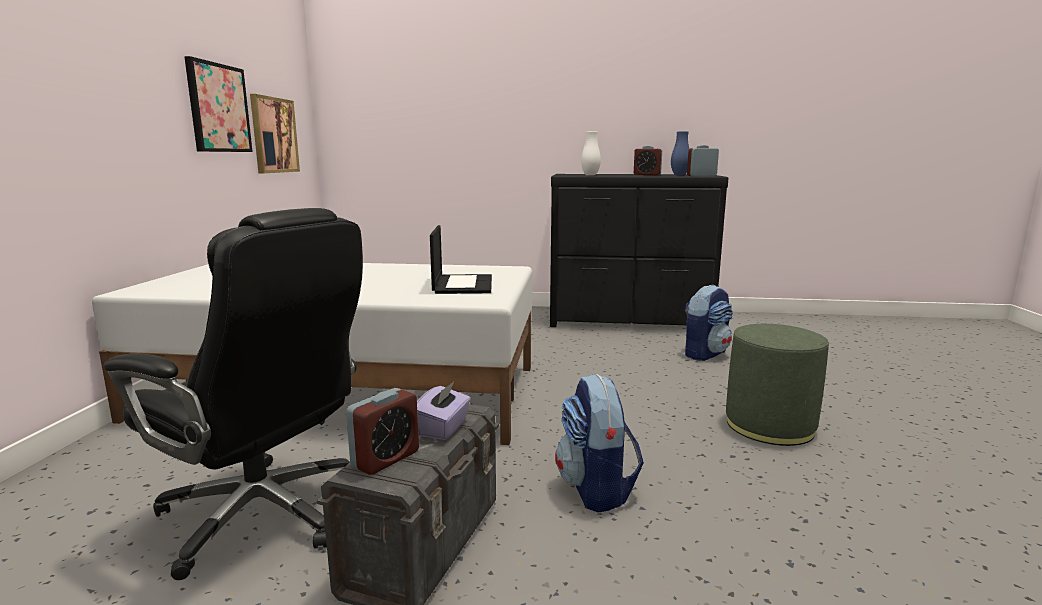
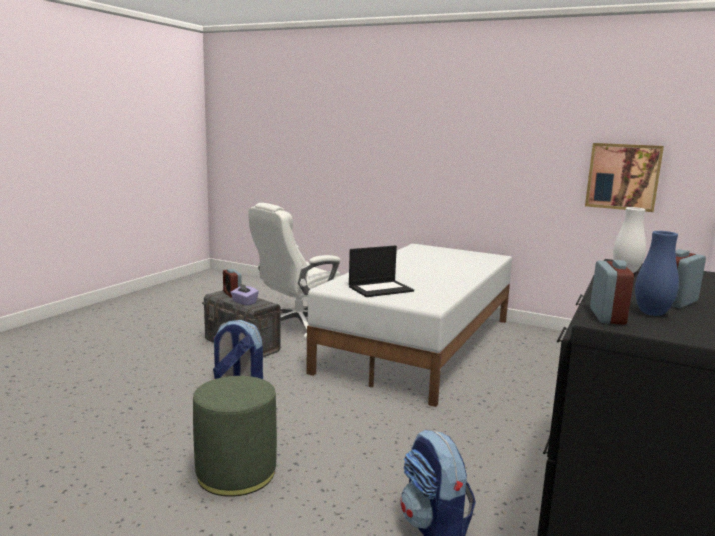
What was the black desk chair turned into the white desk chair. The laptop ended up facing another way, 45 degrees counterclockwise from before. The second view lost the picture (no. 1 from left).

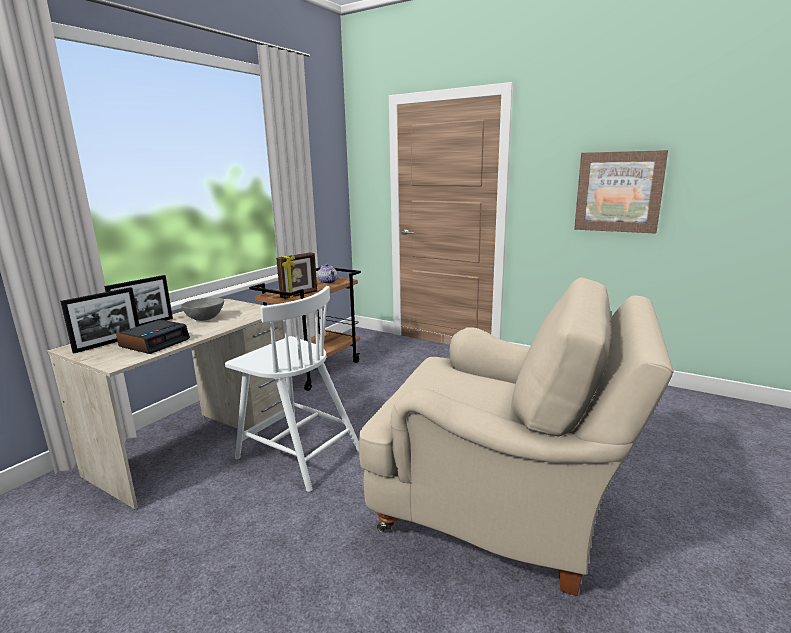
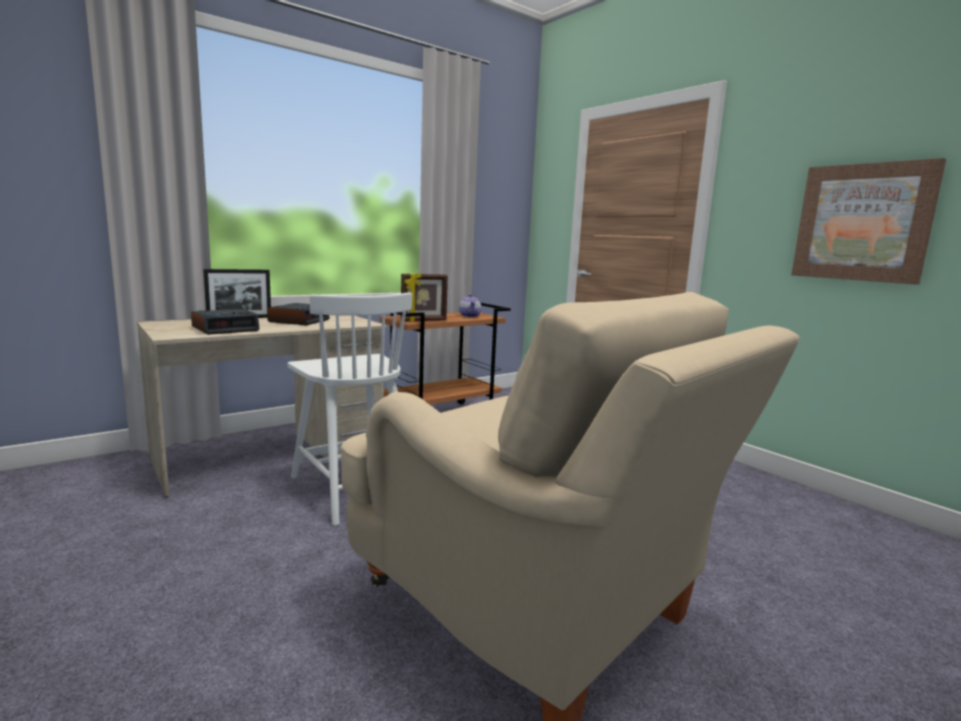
Where the grey deep dish stood, the bedside clock (no. 2 from left) came to stand. The second view lost the picture frame (no. 1 from left).

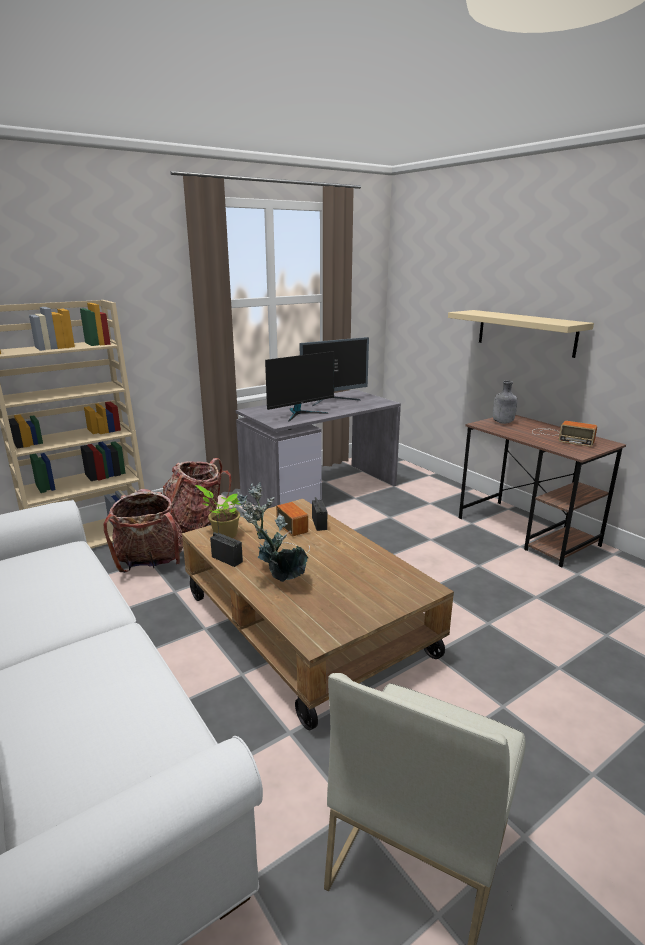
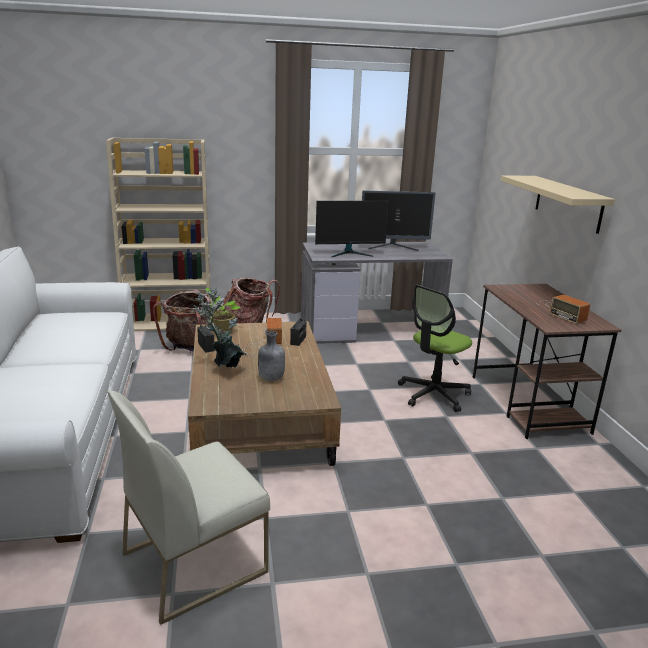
The grey bottle ended up elsewhere. The second view gained the desk chair.

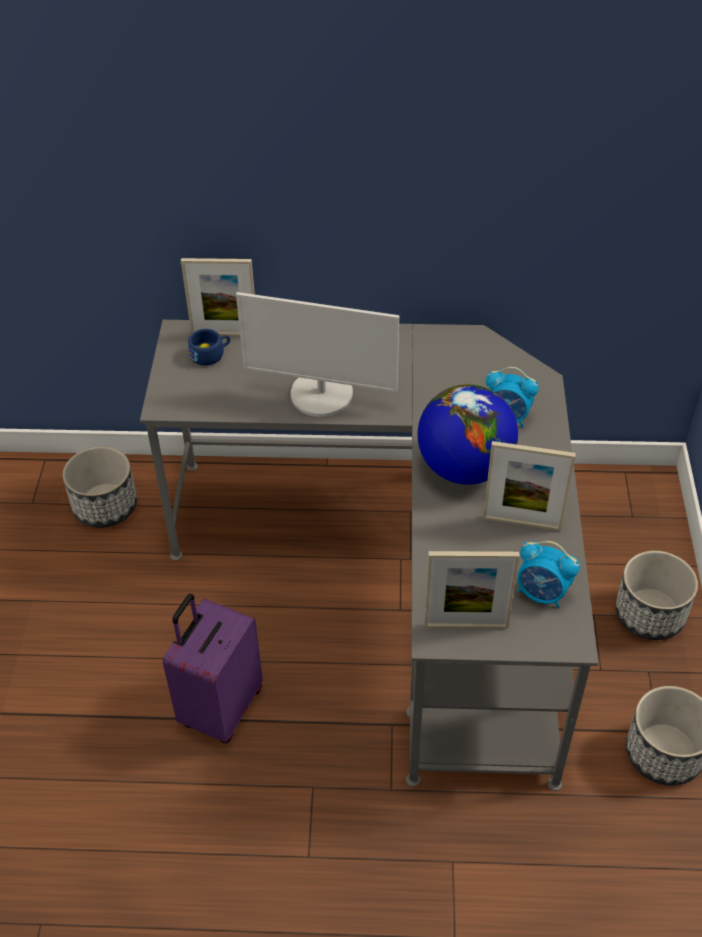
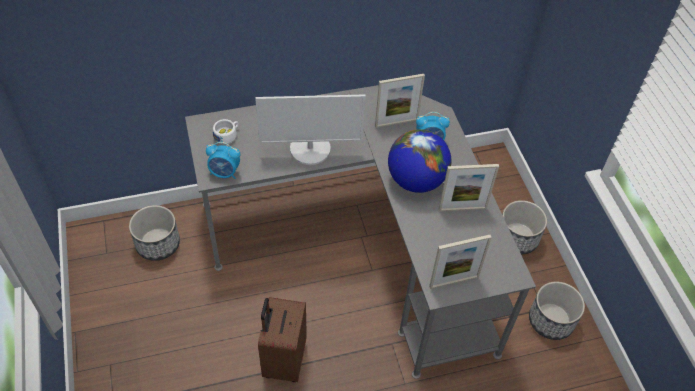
The bedside clock (no. 2 from left in the first image) ended up elsewhere. What was the bluish small cup turned into the white small cup. What was the purple suitcase turned into the brown-coloured suitcase. The picture frame (no. 1 from left) ended up elsewhere.

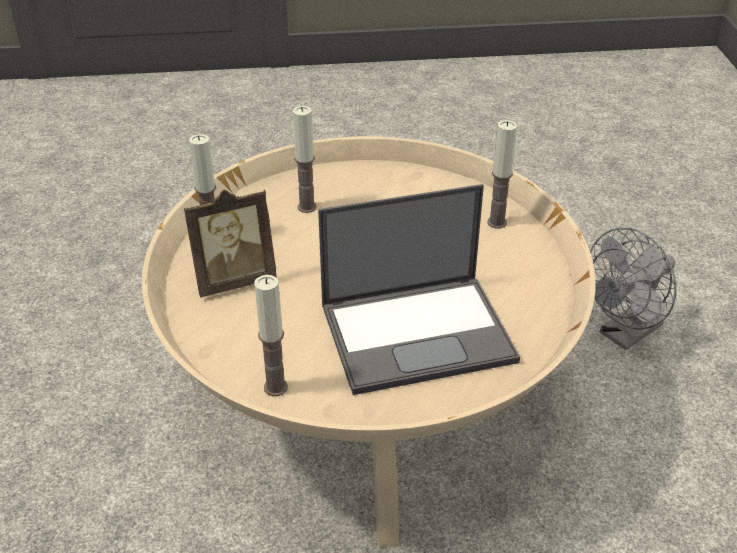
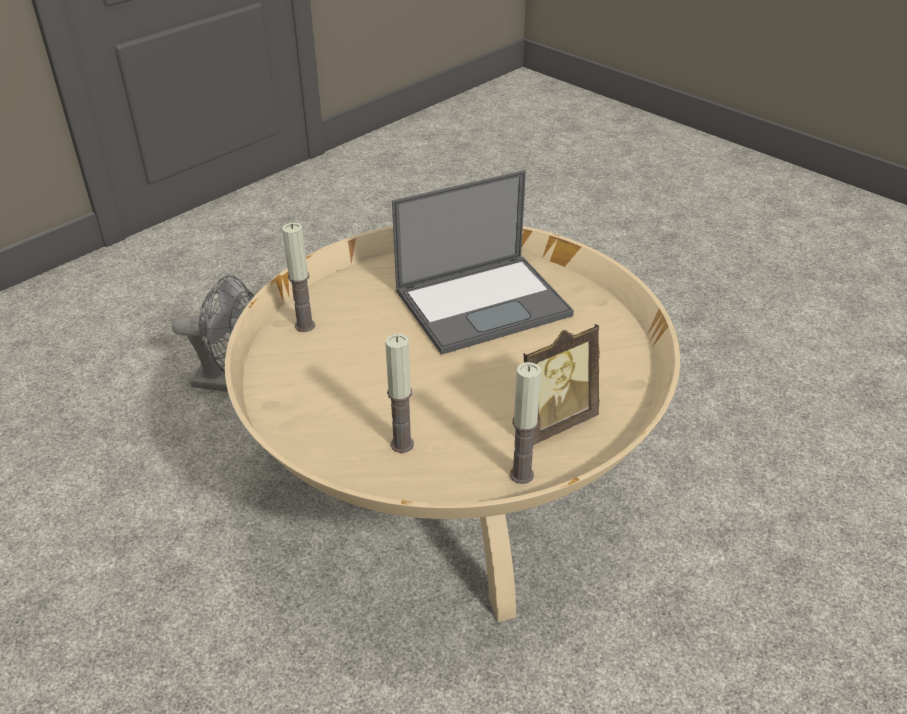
The laptop ended up facing another way, 120 degrees clockwise from before. The picture frame ended up facing another way, 120 degrees clockwise from before. The second view lost the wax light (no. 2 from left).

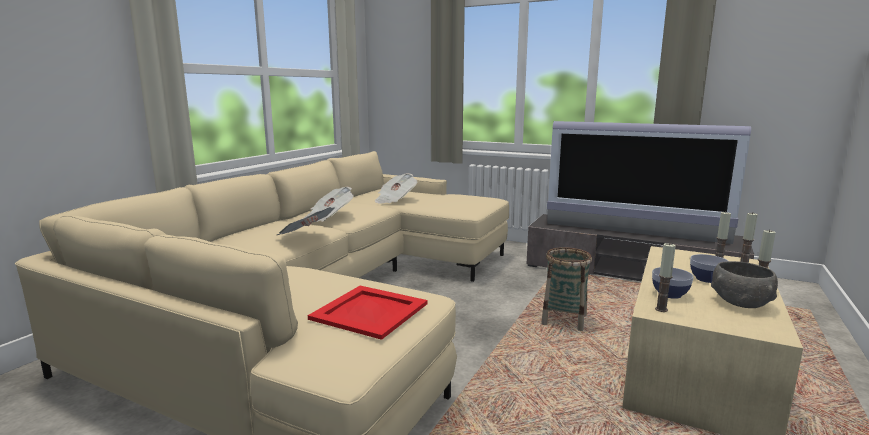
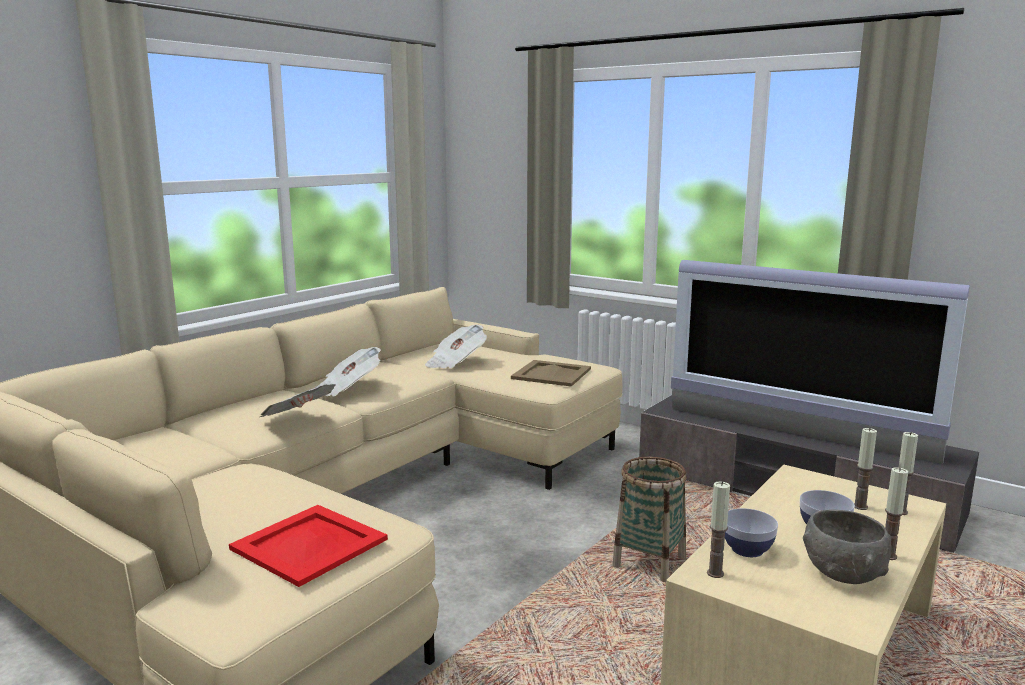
The second view gained the beige-coloured tray.

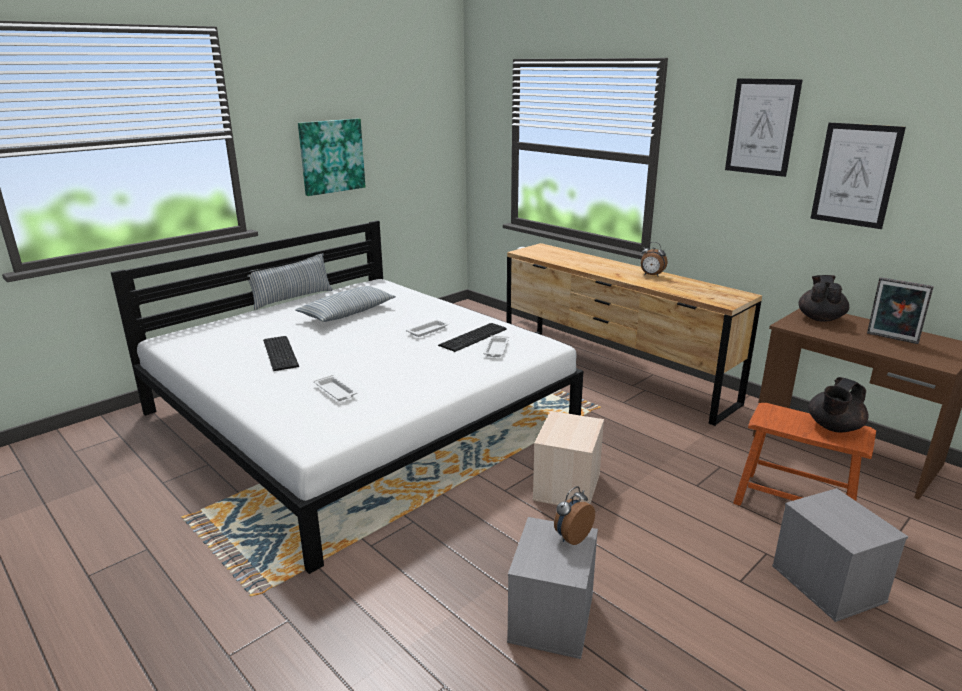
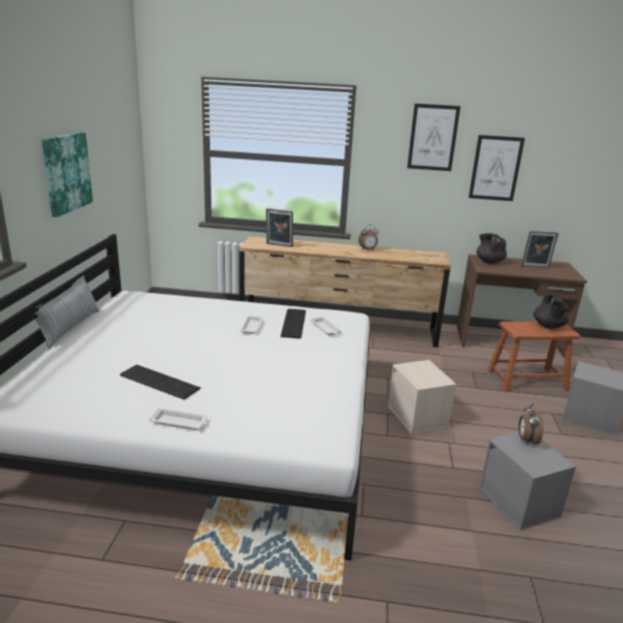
The white tray (no. 1 from left) ended up elsewhere. The second view gained the picture frame (no. 1 from left). The second view lost the pillow (no. 2 from left).

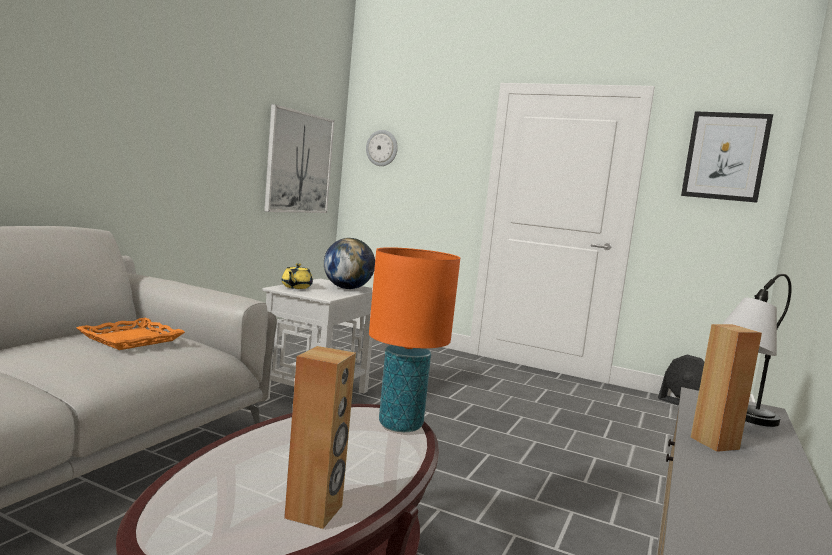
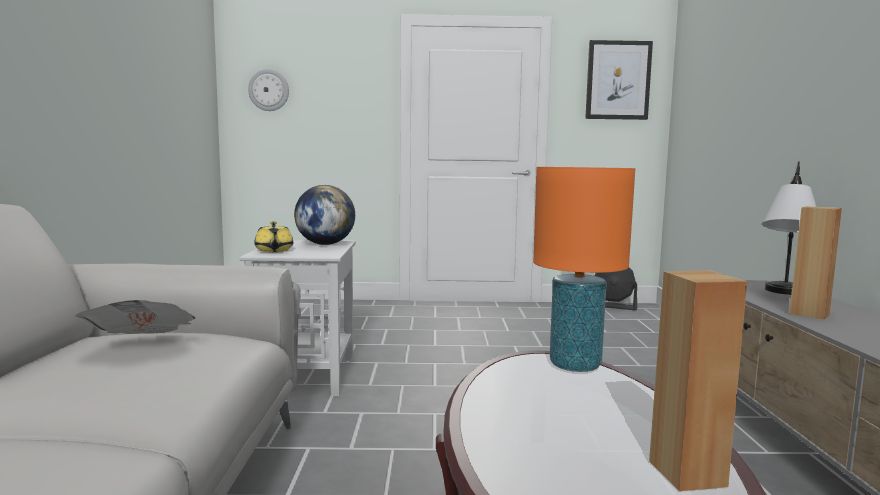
Where the orange tray stood, the newspaper came to stand. The second view lost the picture (no. 1 from left).

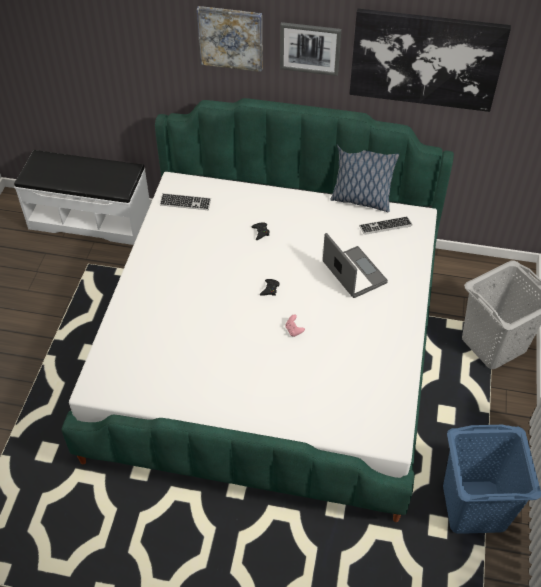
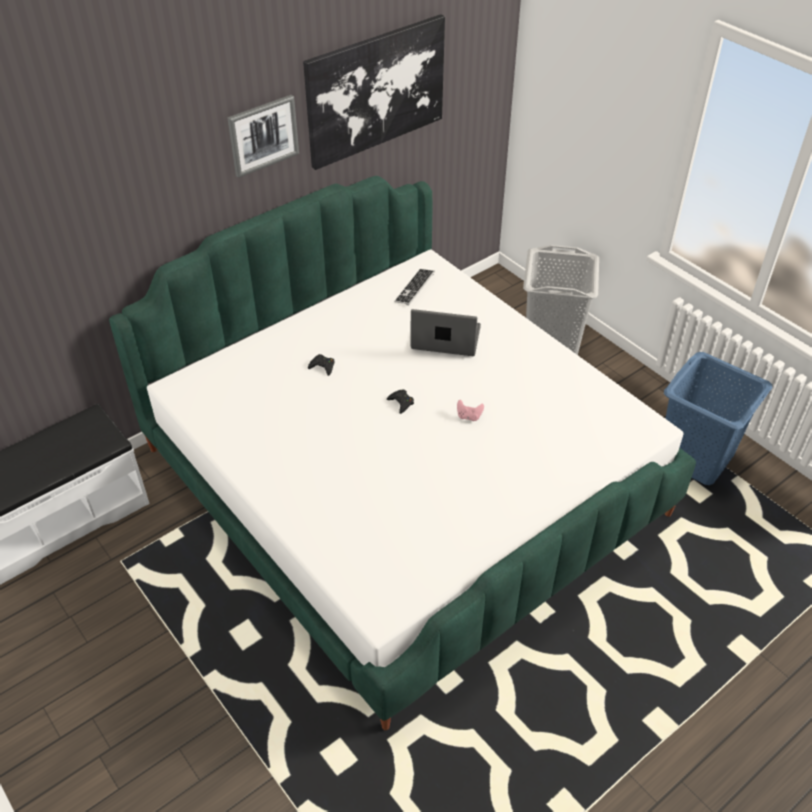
The second view lost the computer keyboard (no. 1 from left). The second view lost the picture (no. 1 from left). The second view lost the pillow.

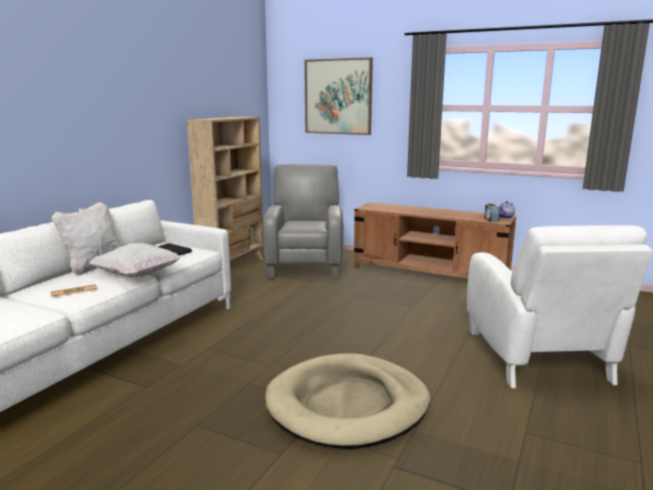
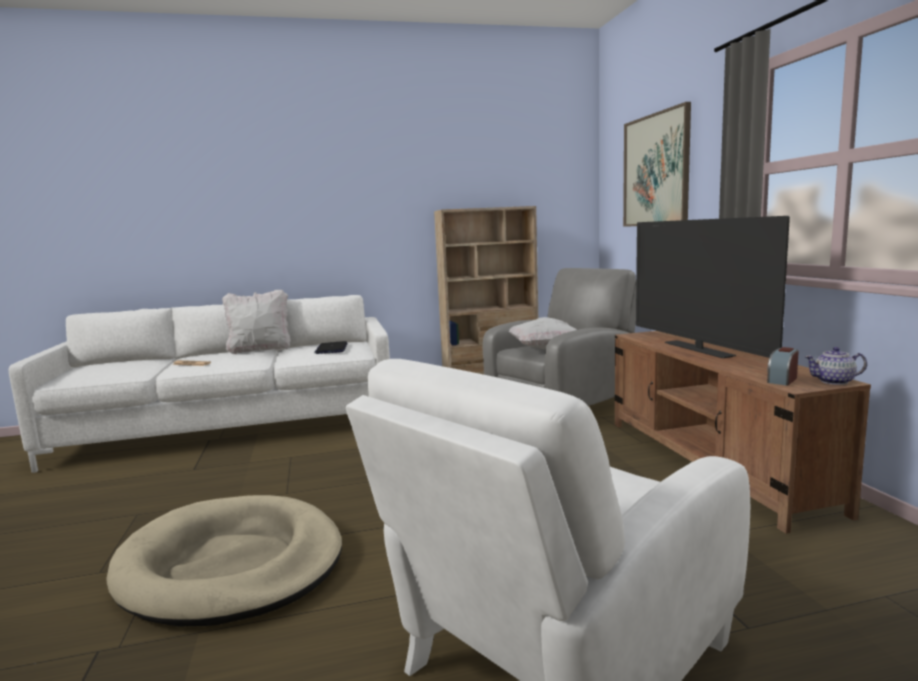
The white pillow (no. 2 from left) ended up elsewhere. The second view gained the TV.

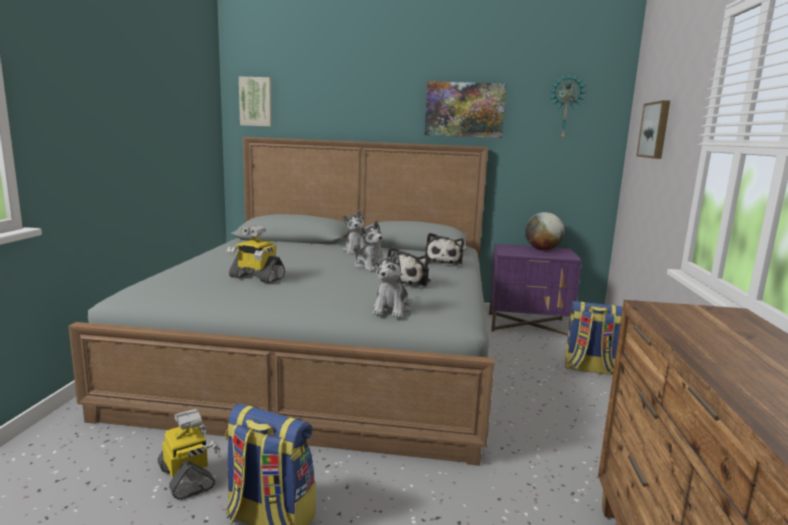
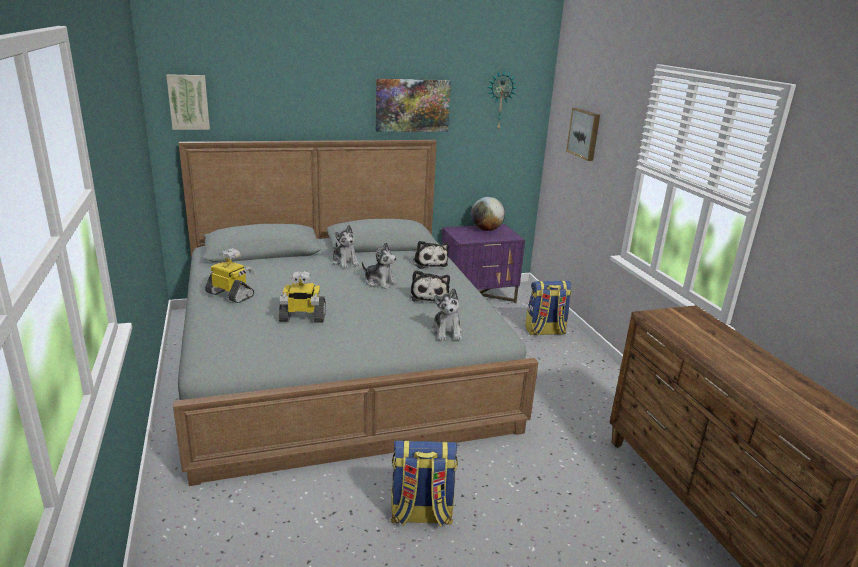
The model robot (no. 1 from left) ended up elsewhere.

